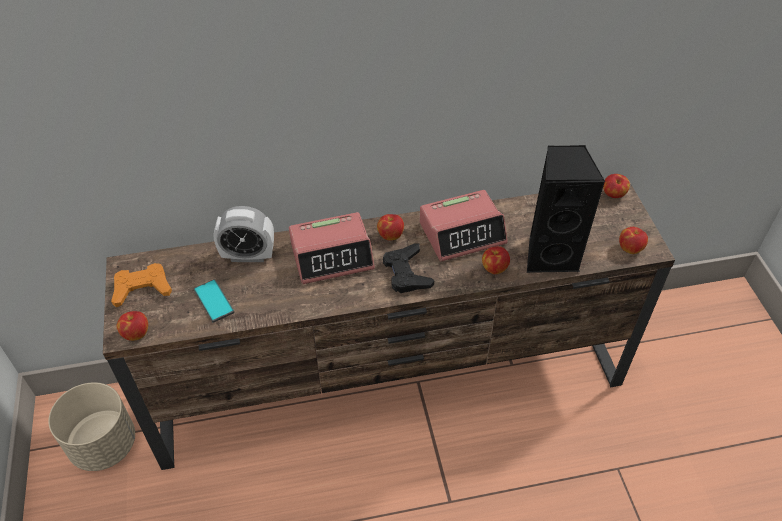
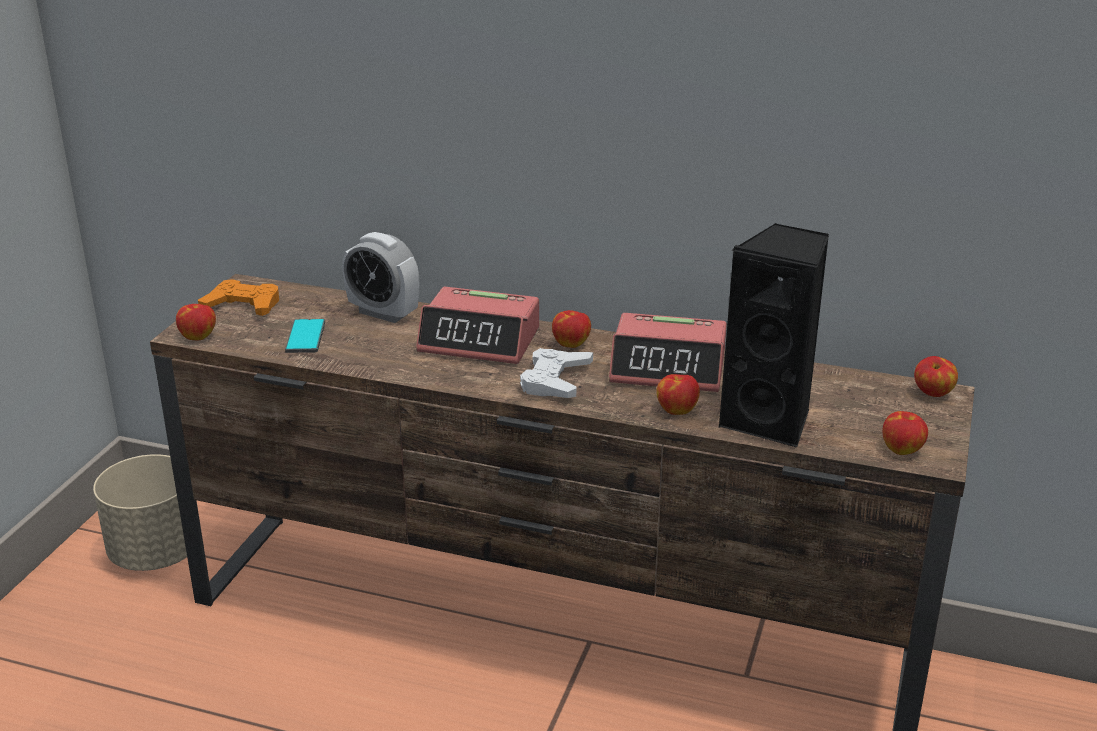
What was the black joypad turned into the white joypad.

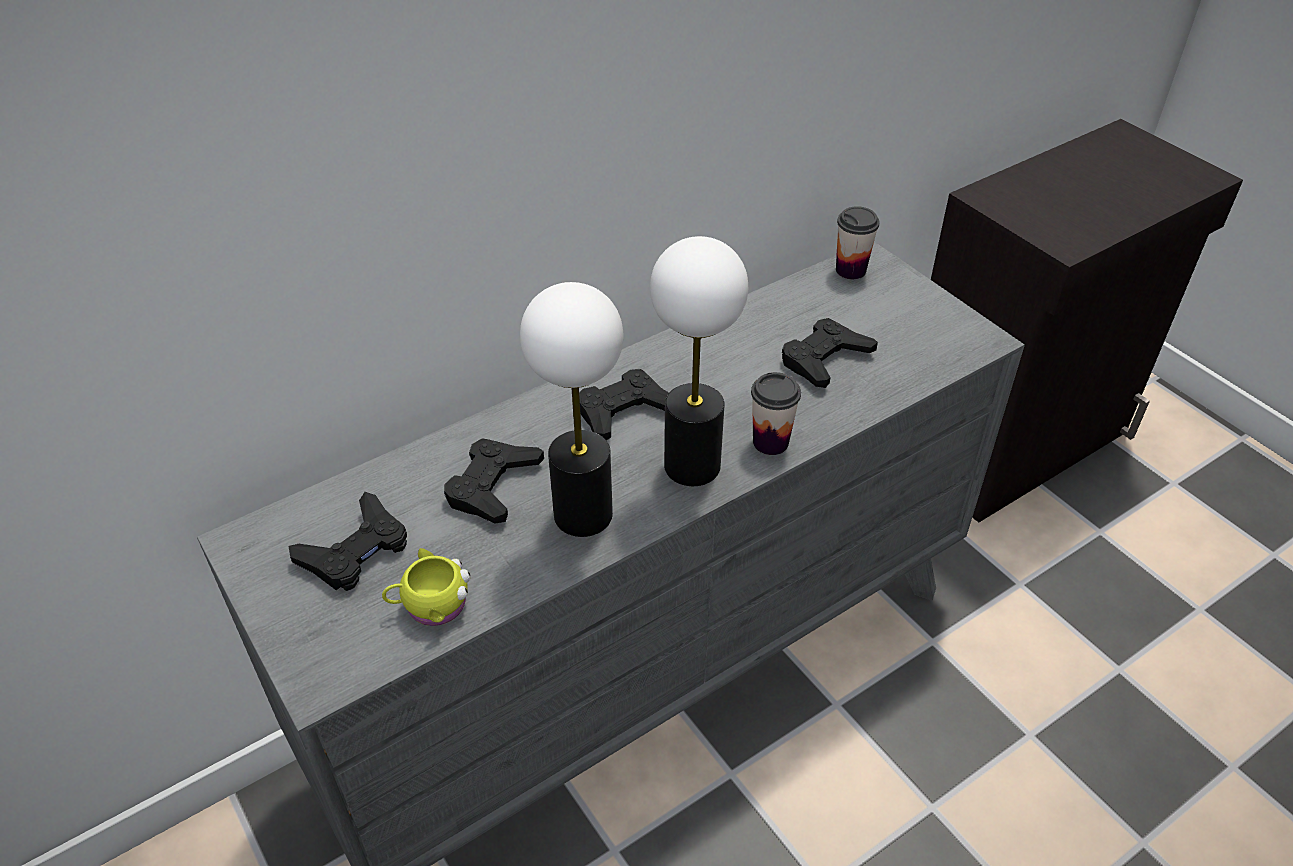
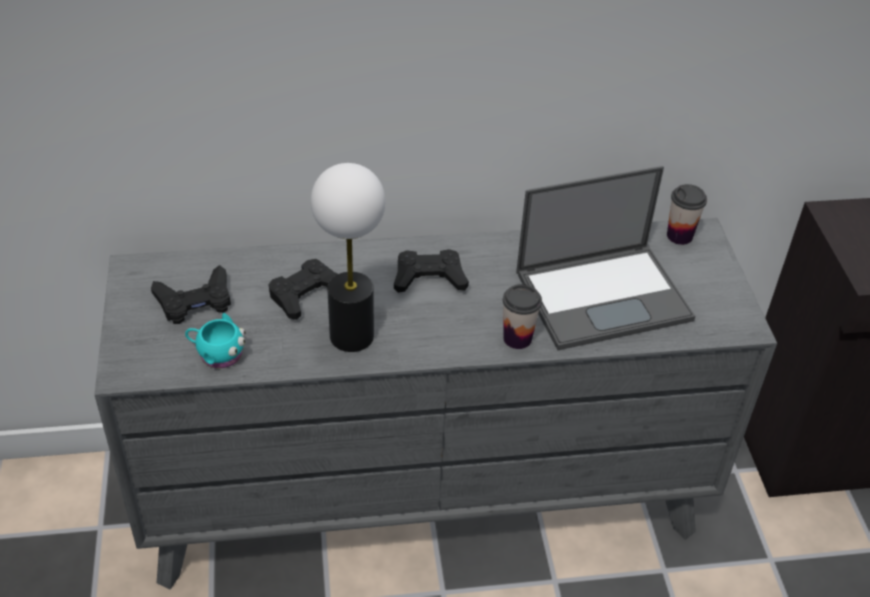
What was the yellow coffee mug turned into the turquoise-coloured coffee mug. Where the black joypad (no. 4 from left) stood, the laptop came to stand. The second view lost the tabletop lamp (no. 2 from left).

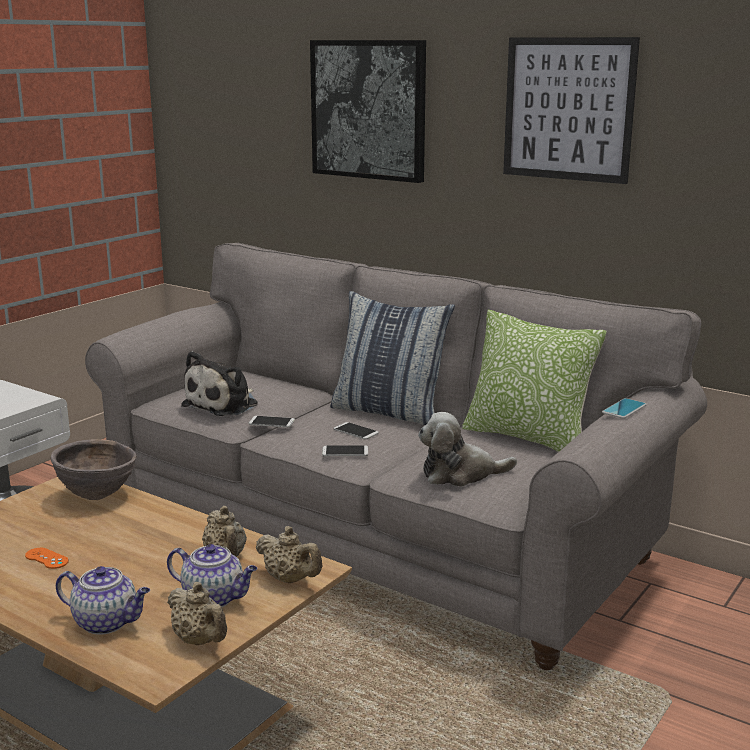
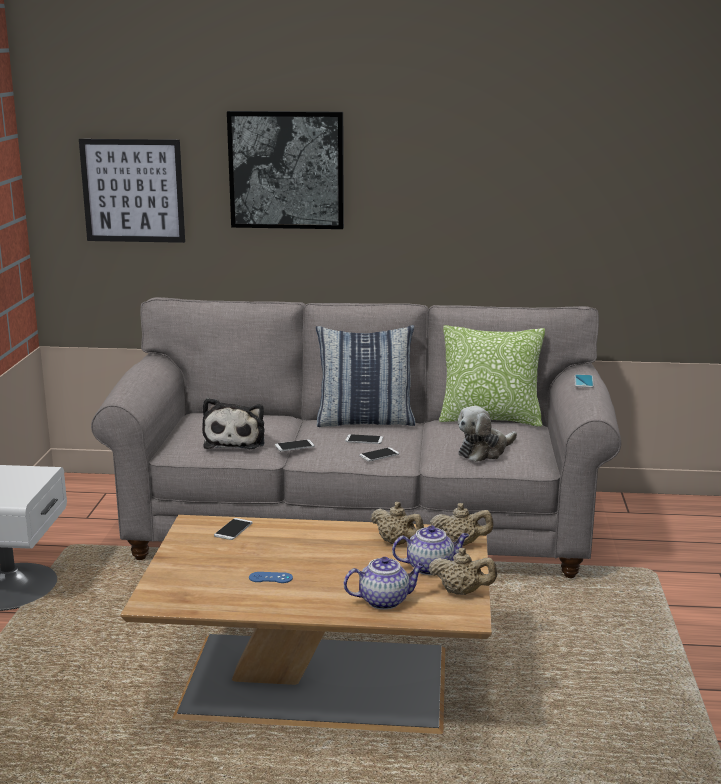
The picture (no. 2 from left in the first image) ended up elsewhere. Where the brown-coloured deep dish stood, the phone (no. 1 from left) came to stand. What was the orange joypad turned into the bluish joypad.

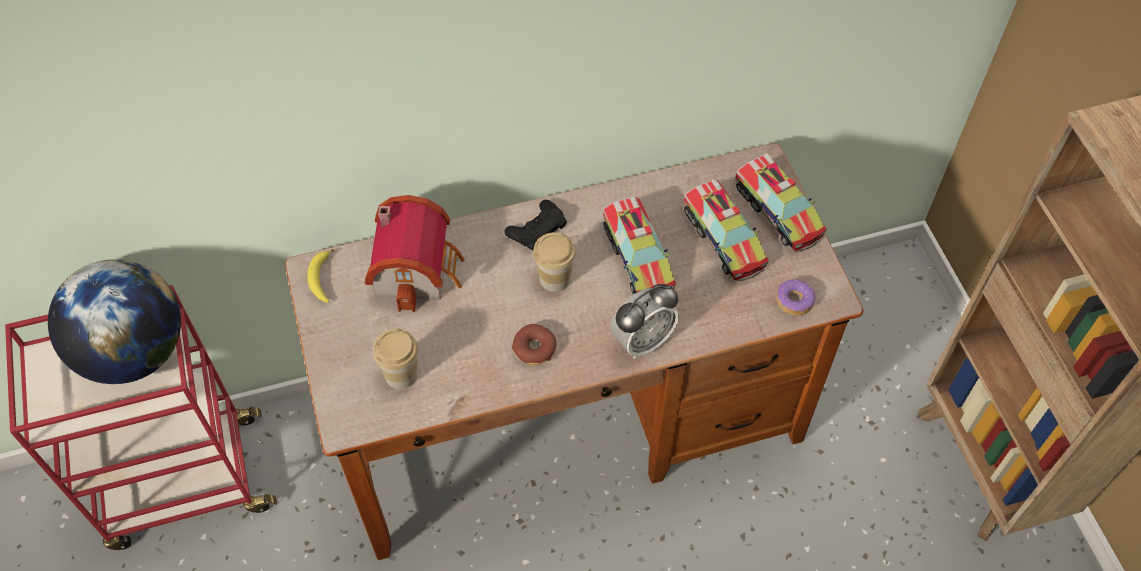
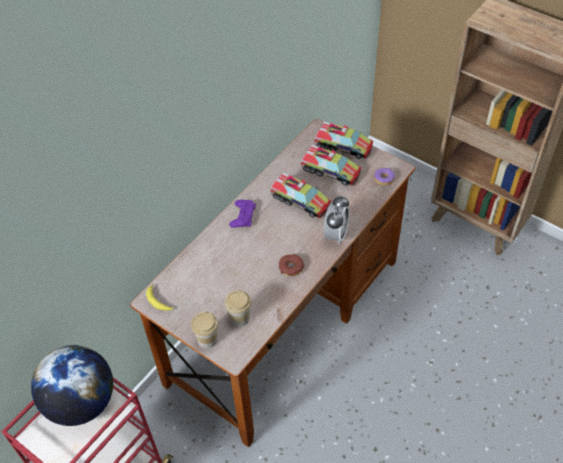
The small cup (no. 2 from left in the first image) ended up elsewhere. What was the black joypad turned into the purple joypad. The second view lost the model house.

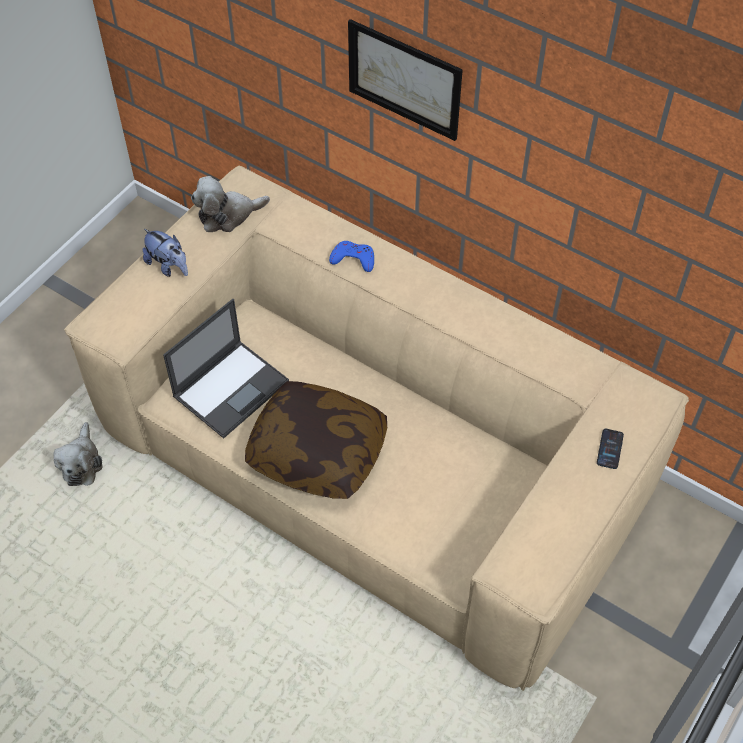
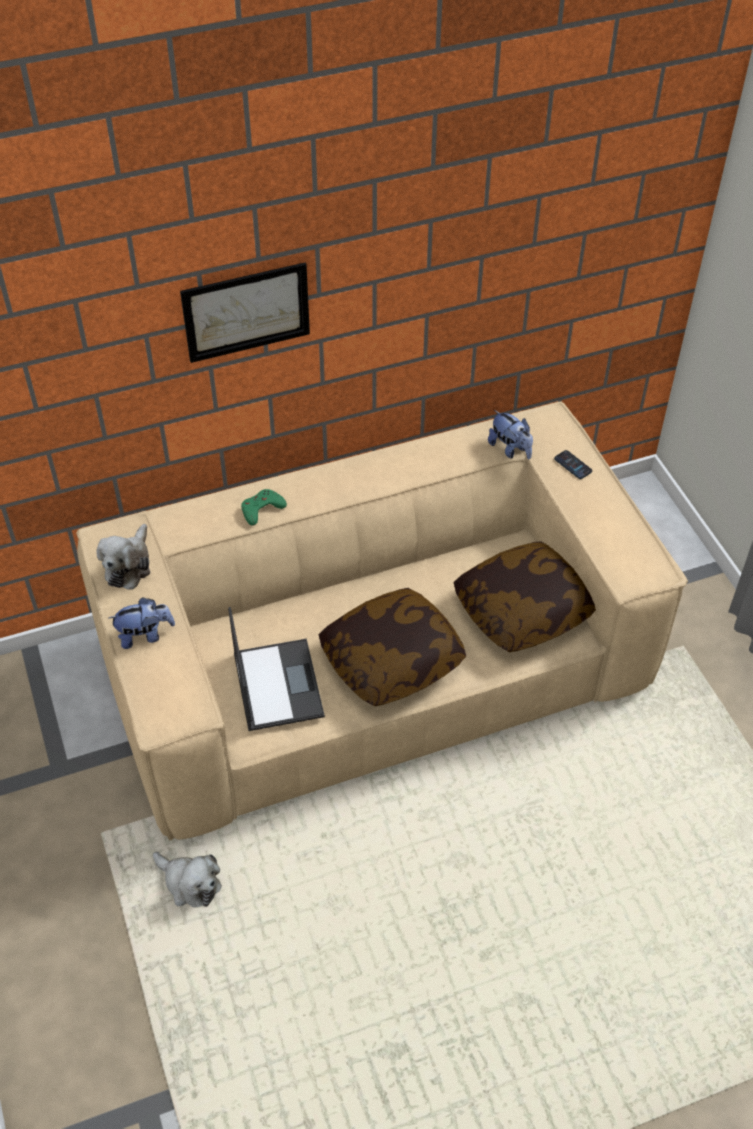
What was the bluish joypad turned into the greenish joypad. The second view gained the pillow (no. 2 from left). The second view gained the cuddly toy (no. 4 from left).

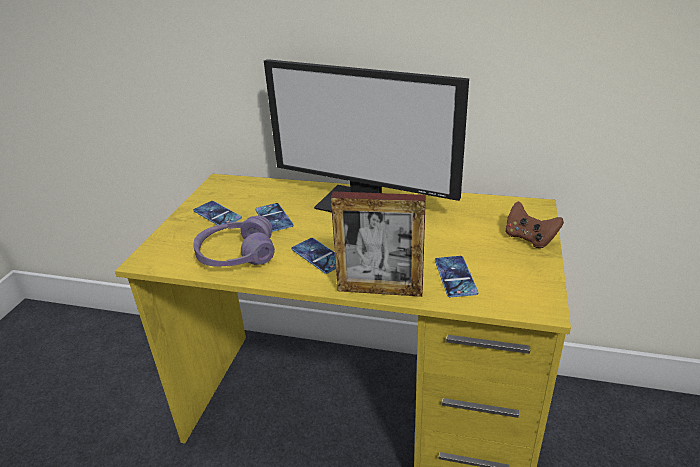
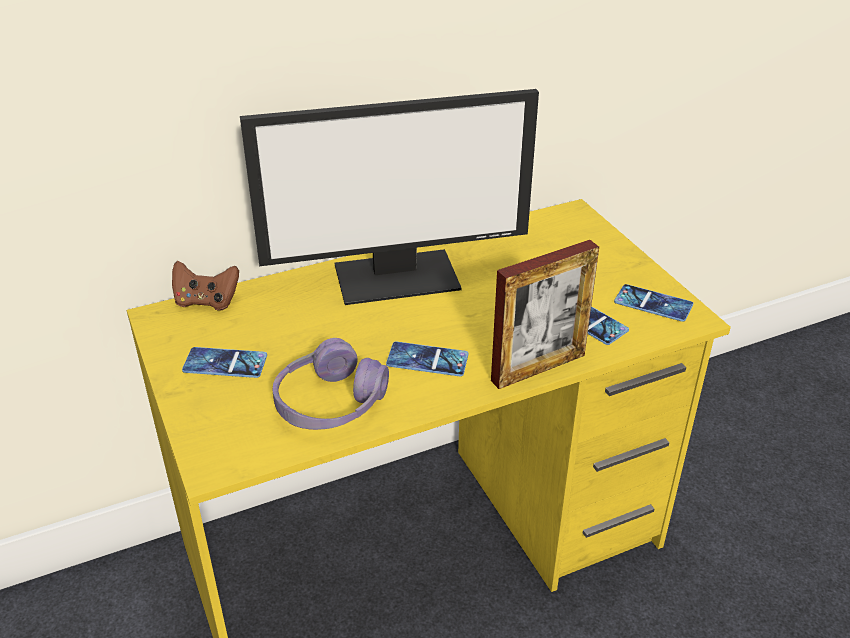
The brown-coloured joypad ended up elsewhere. The phone (no. 2 from left in the first image) ended up elsewhere.

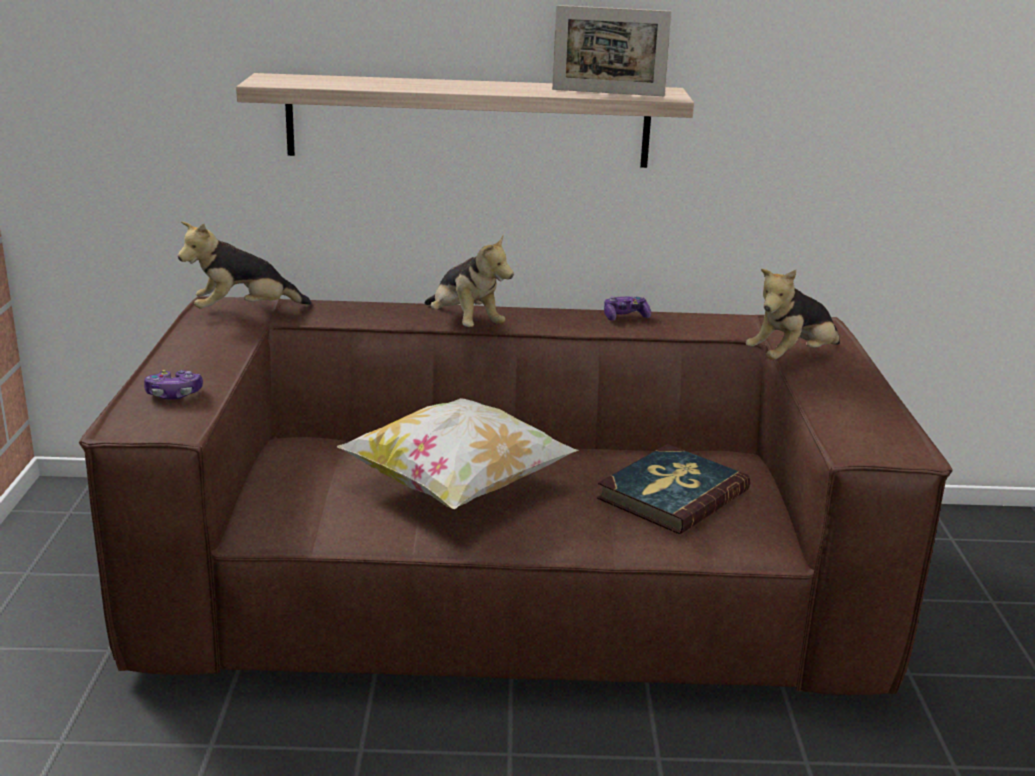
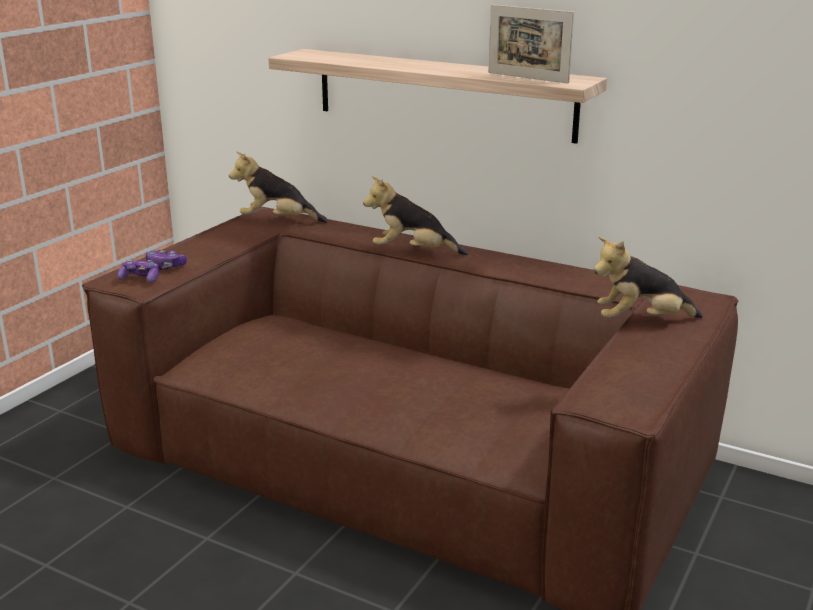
The joypad (no. 2 from left in the first image) ended up elsewhere. The cuddly toy (no. 2 from left) ended up facing another way, 105 degrees clockwise from before. The second view lost the pillow. The second view lost the book.

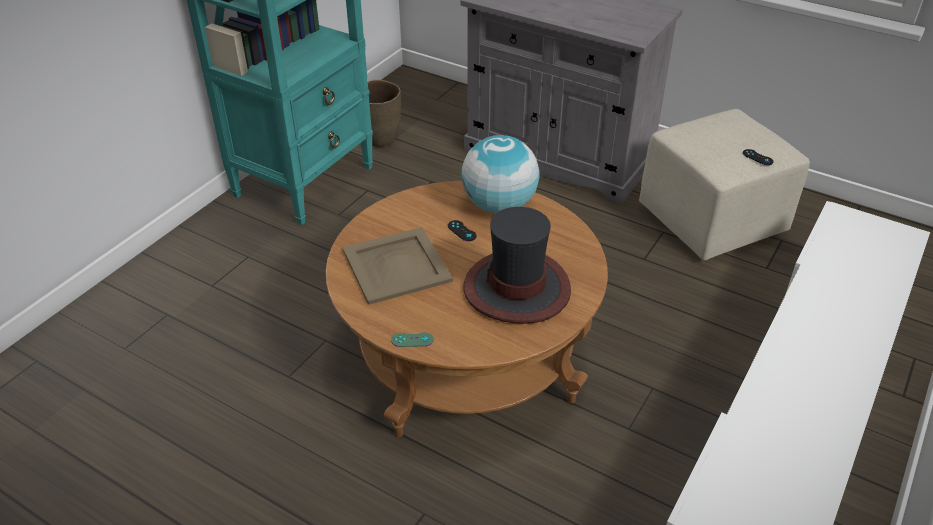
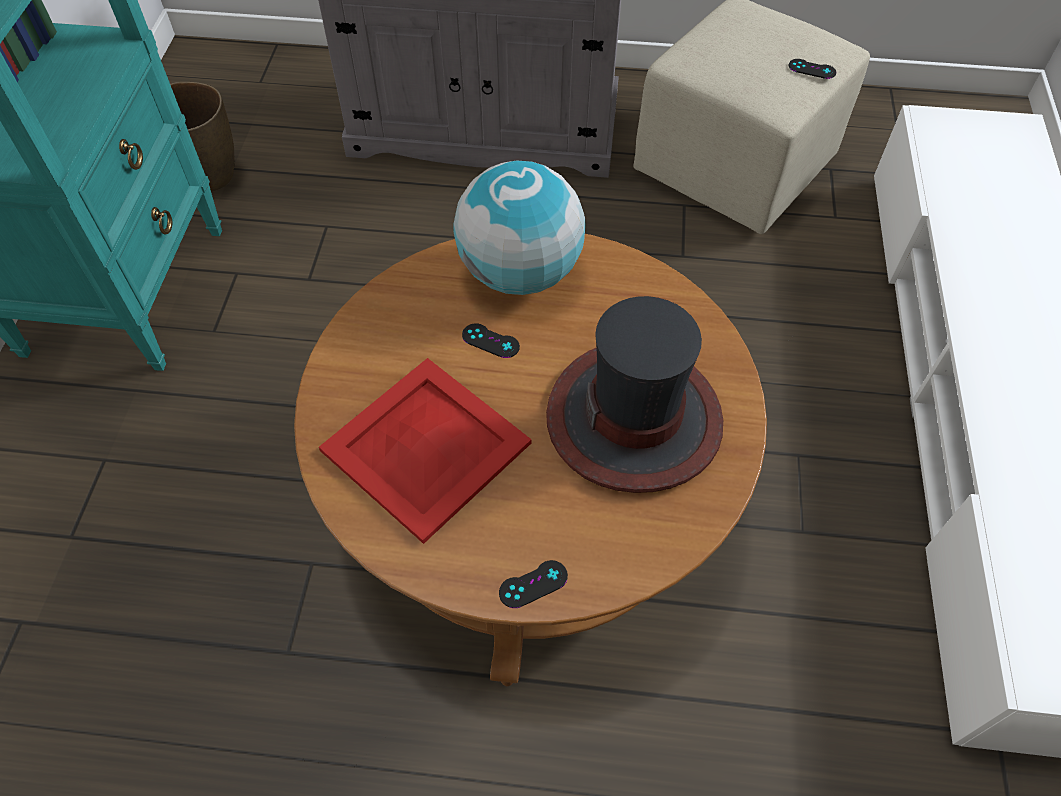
What was the beige-coloured tray turned into the reddish tray. What was the greenish joypad turned into the black joypad (no. 2 from left).

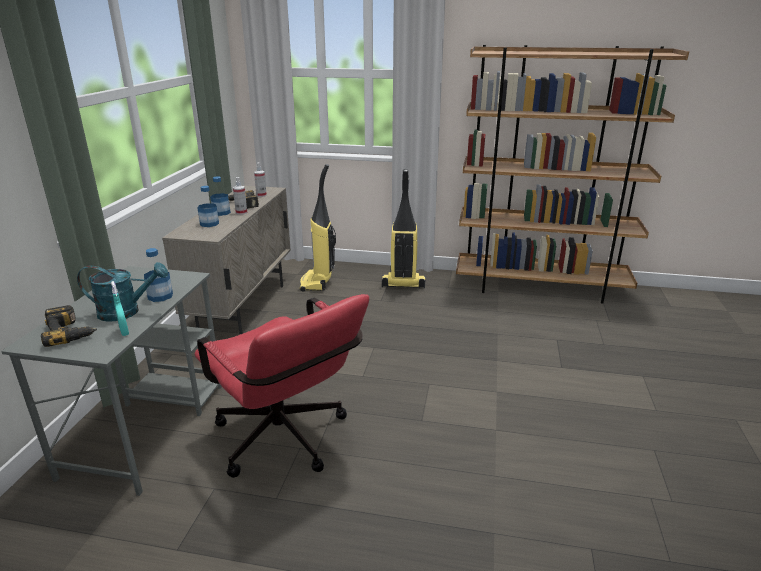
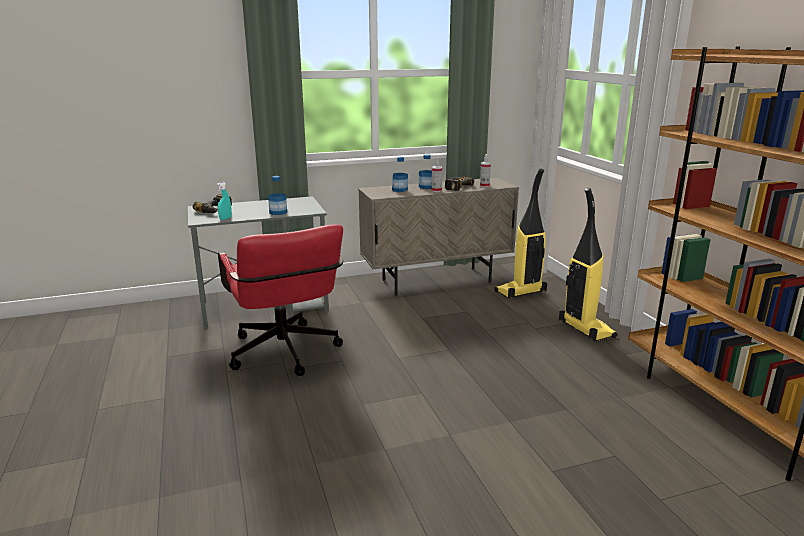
The reddish desk chair ended up facing another way, 45 degrees counterclockwise from before. The second view lost the turquoise-coloured sprinkling can.

